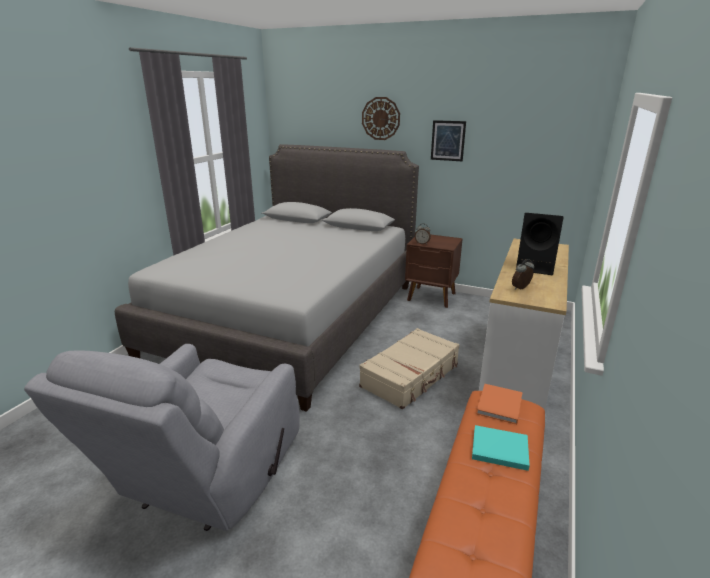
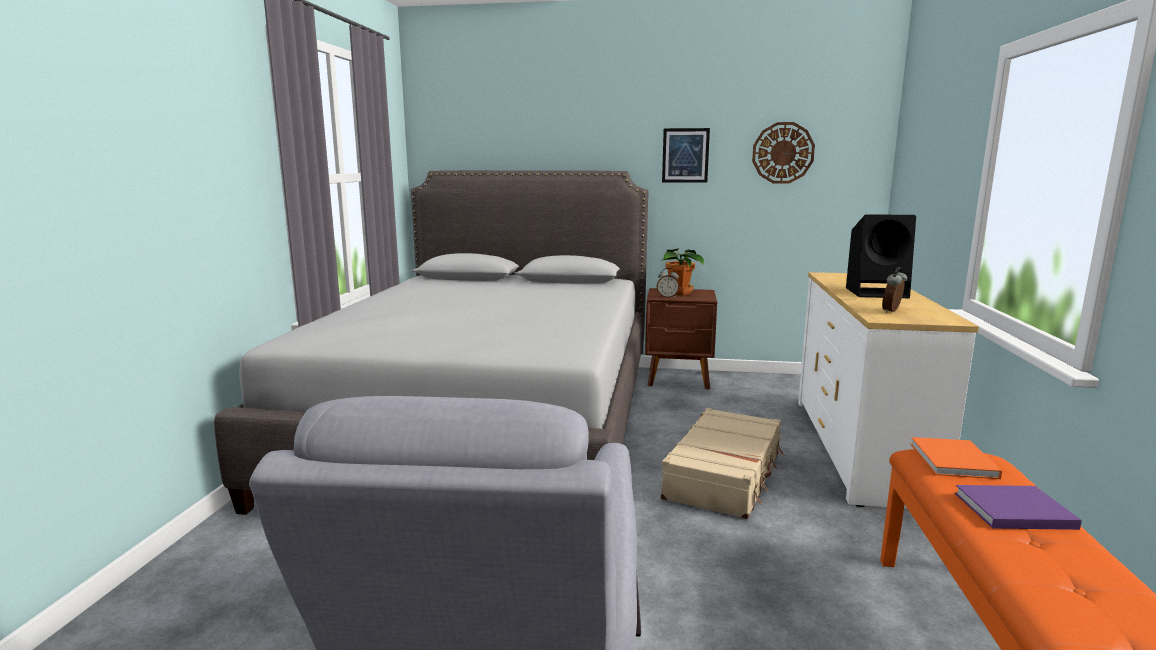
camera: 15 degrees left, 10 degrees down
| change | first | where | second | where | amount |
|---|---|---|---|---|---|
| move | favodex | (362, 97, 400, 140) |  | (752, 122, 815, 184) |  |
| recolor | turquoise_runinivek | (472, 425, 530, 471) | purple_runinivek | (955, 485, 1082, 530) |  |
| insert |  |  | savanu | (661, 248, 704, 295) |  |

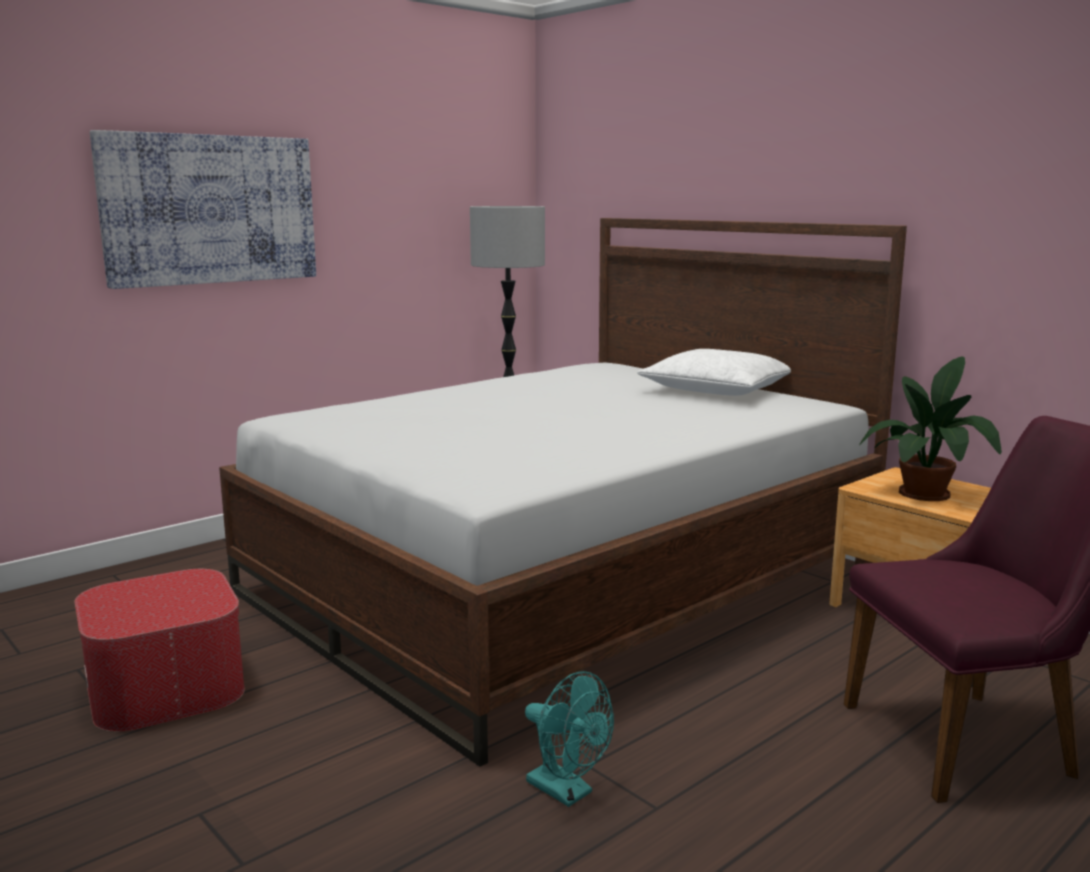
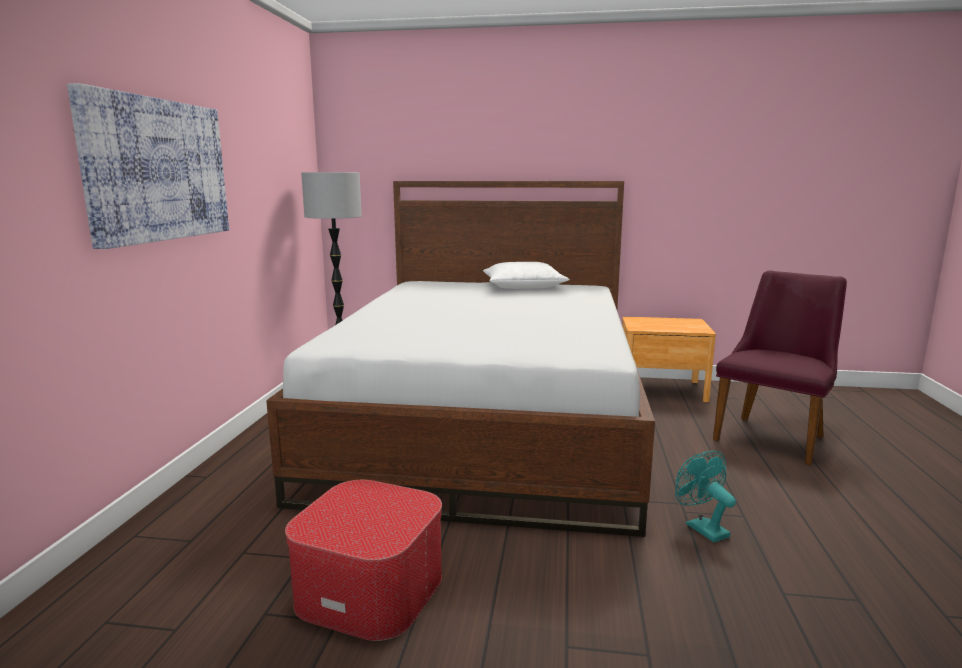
camera: 40 degrees left, 0 degrees up
| change | first | where | second | where | amount |
|---|---|---|---|---|---|
| rotate | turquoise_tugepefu | (525, 671, 614, 807) |  | (675, 450, 736, 542) | 120 degrees counterclockwise |
| delete | savanu | (860, 357, 1002, 501) |  |  |  |

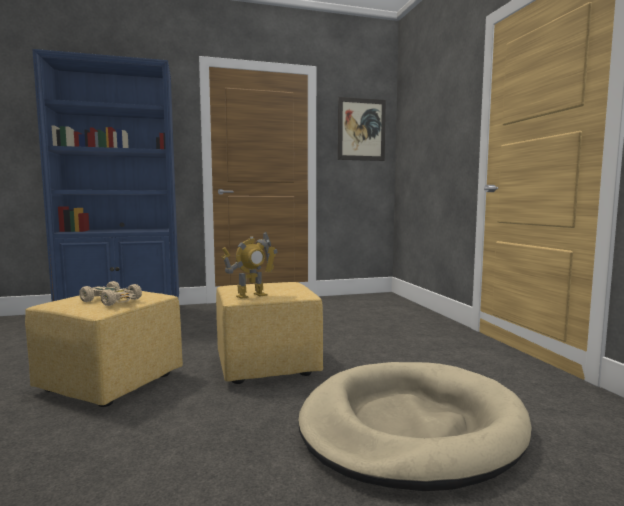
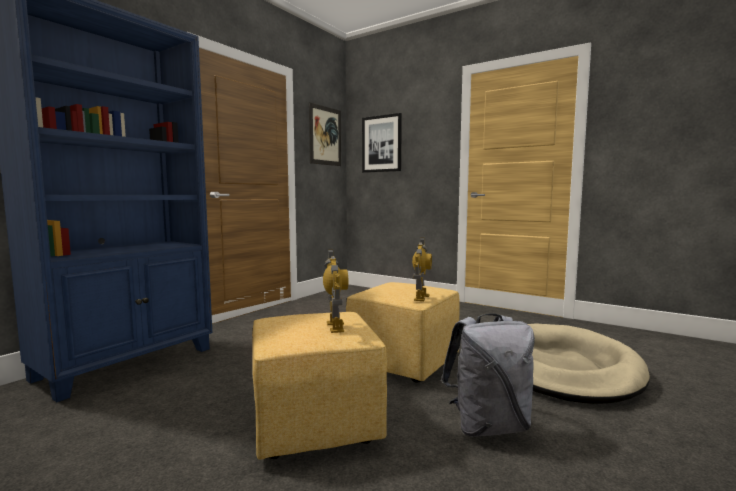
camera: 40 degrees left, 0 degrees up
| change | first | where | second | where | amount |
|---|---|---|---|---|---|
| replace | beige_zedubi | (79, 281, 142, 306) | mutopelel | (323, 249, 349, 333) |  |
| insert |  |  | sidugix | (362, 113, 402, 173) |  |
| insert |  |  | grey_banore | (441, 314, 535, 437) |  |

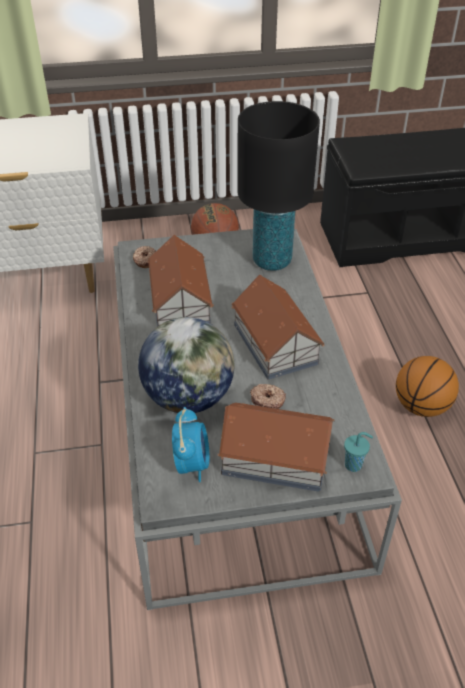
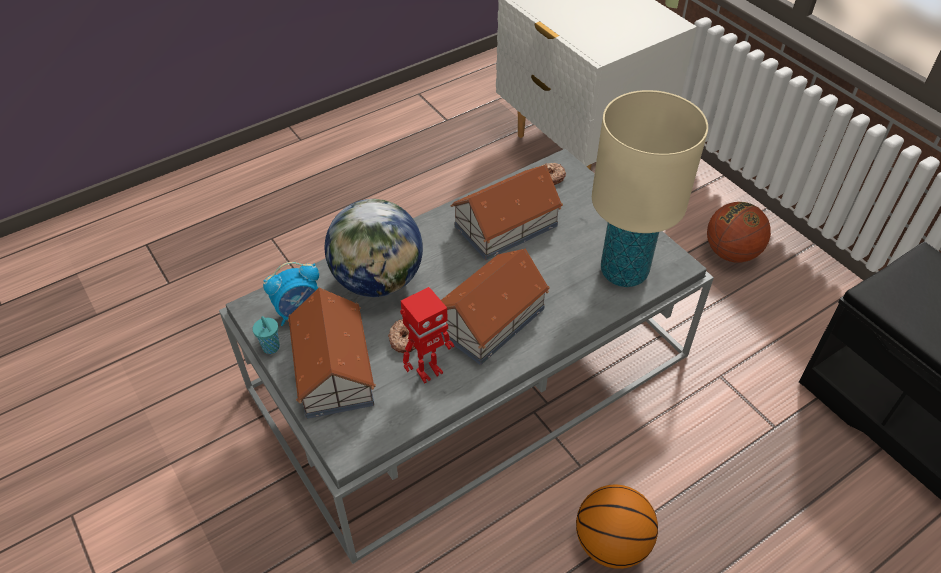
camera: 65 degrees right, 5 degrees up
| change | first | where | second | where | amount |
|---|---|---|---|---|---|
| recolor | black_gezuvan | (238, 101, 320, 271) | beige_gezuvan | (592, 90, 708, 287) |  |
| move | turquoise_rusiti | (344, 432, 373, 472) |  | (253, 316, 280, 354) |  |
| insert |  |  | mutopelel | (400, 287, 454, 384) |  |

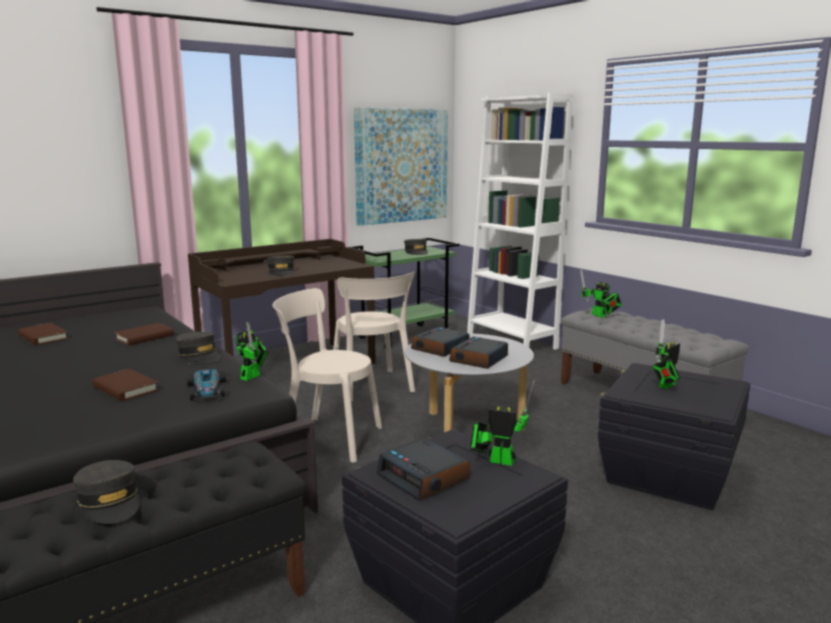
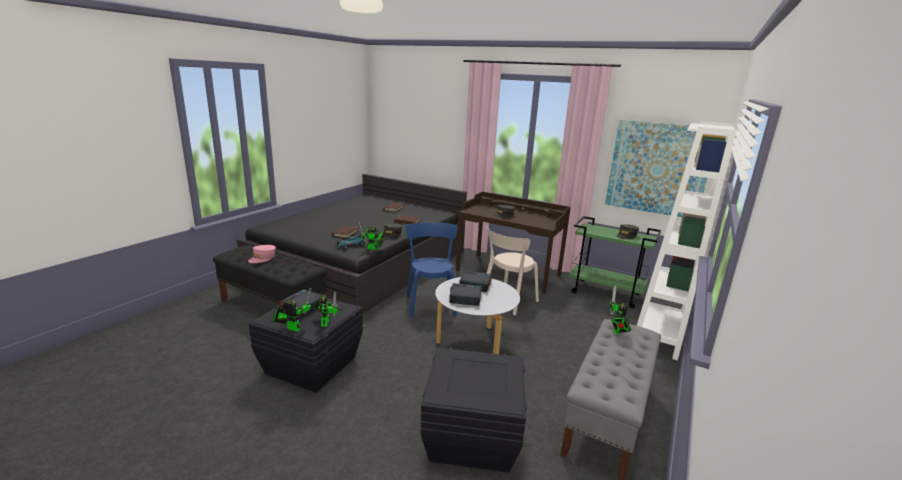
camera: 65 degrees right, 5 degrees up
| change | first | where | second | where | amount |
|---|---|---|---|---|---|
| recolor | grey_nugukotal | (73, 460, 140, 524) | pink_nugukotal | (248, 245, 276, 263) |  |
| recolor | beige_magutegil | (273, 288, 382, 463) | blue_magutegil | (405, 222, 457, 317) |  |
| move | mutopelel | (653, 319, 680, 389) |  | (272, 287, 311, 332) |  |

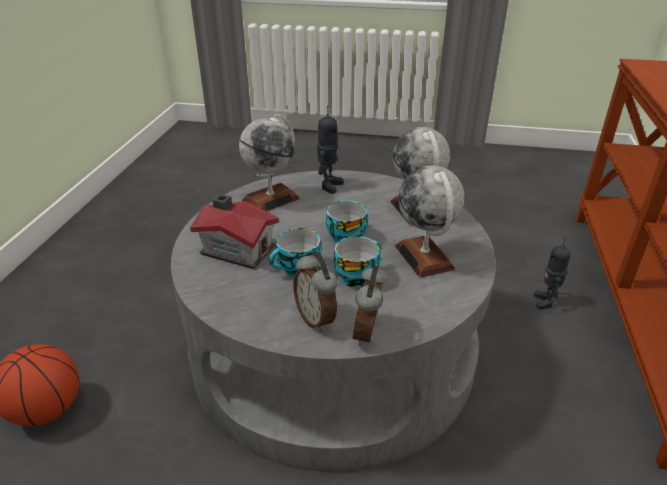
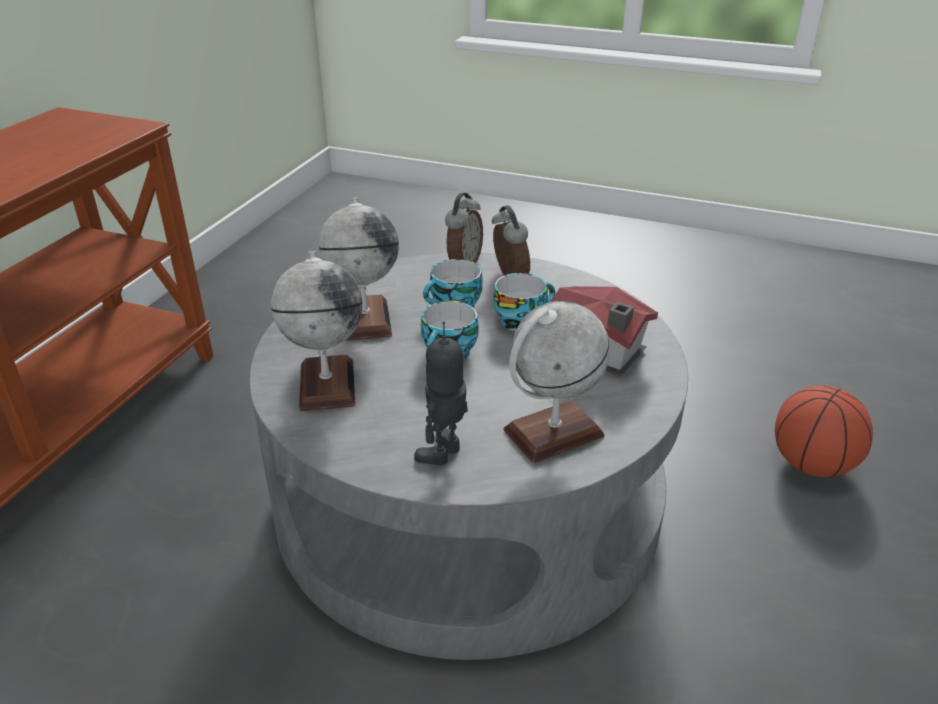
camera: 170 degrees left, 0 degrees up
| change | first | where | second | where | amount |
|---|---|---|---|---|---|
| delete | mutopelel | (534, 238, 570, 309) |  |  |  |

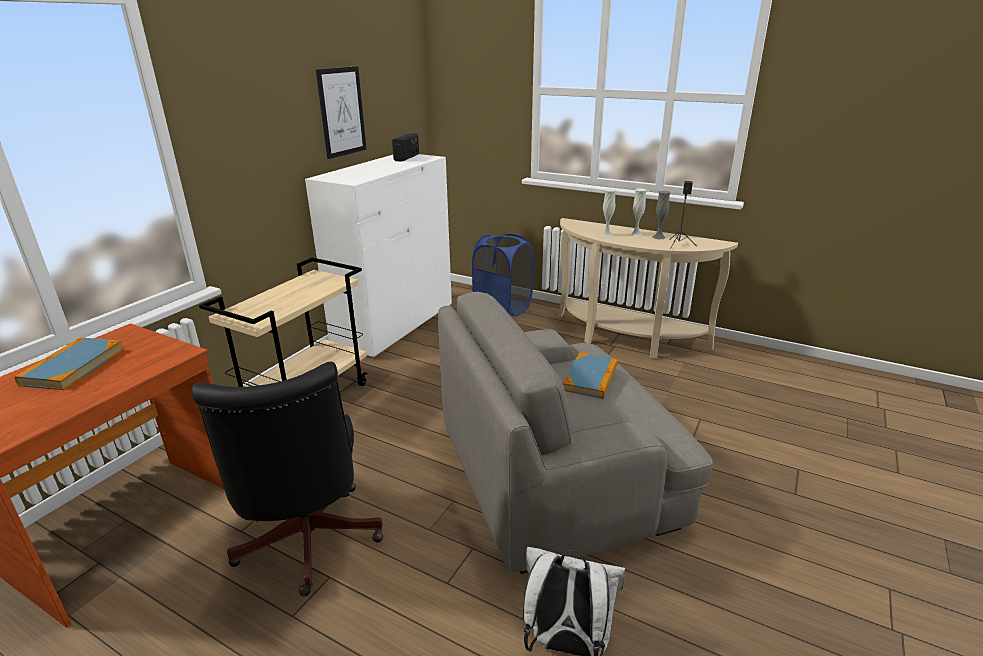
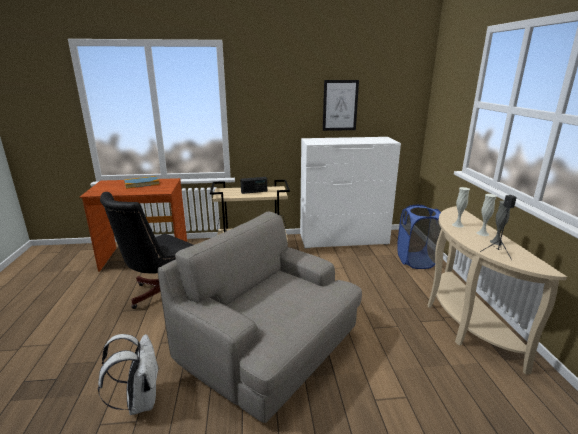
camera: 55 degrees right, 5 degrees down
| change | first | where | second | where | amount |
|---|---|---|---|---|---|
| move | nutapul | (392, 133, 419, 162) |  | (240, 177, 267, 194) |  |
| delete | runinivek | (563, 352, 618, 399) |  |  |  |

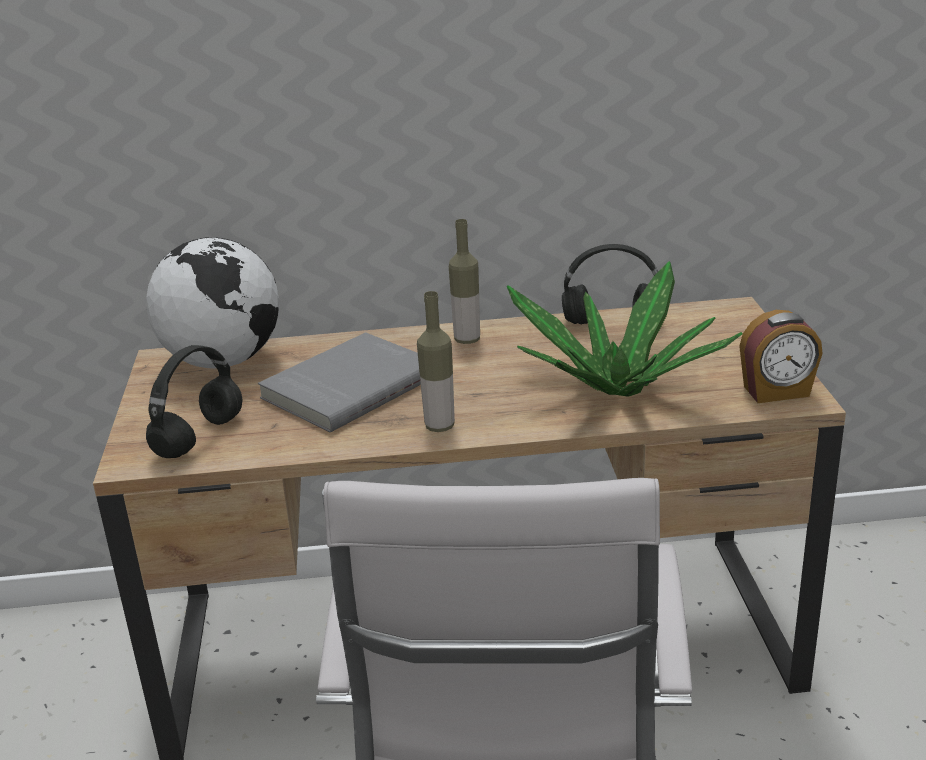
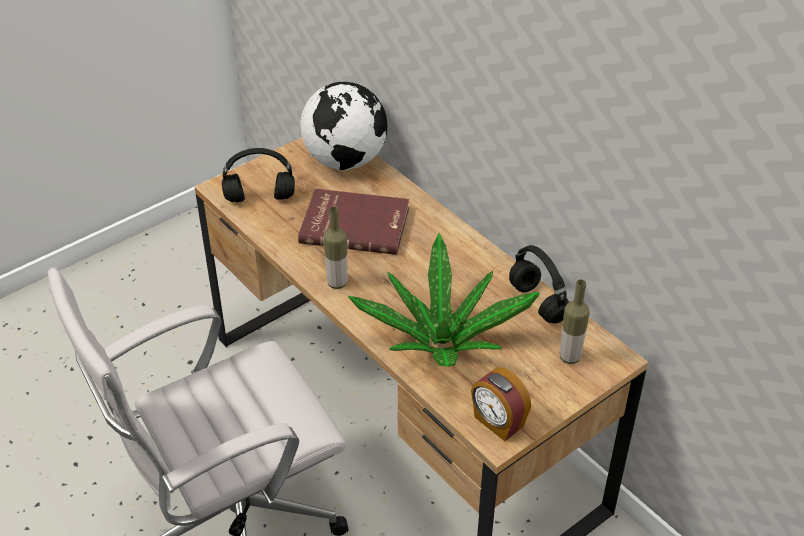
camera: 55 degrees right, 15 degrees up
| change | first | where | second | where | amount |
|---|---|---|---|---|---|
| recolor | grey_runinivek | (258, 332, 421, 433) | red_runinivek | (298, 189, 409, 255) |  |
| move | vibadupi | (449, 219, 480, 344) |  | (559, 280, 590, 364) |  |

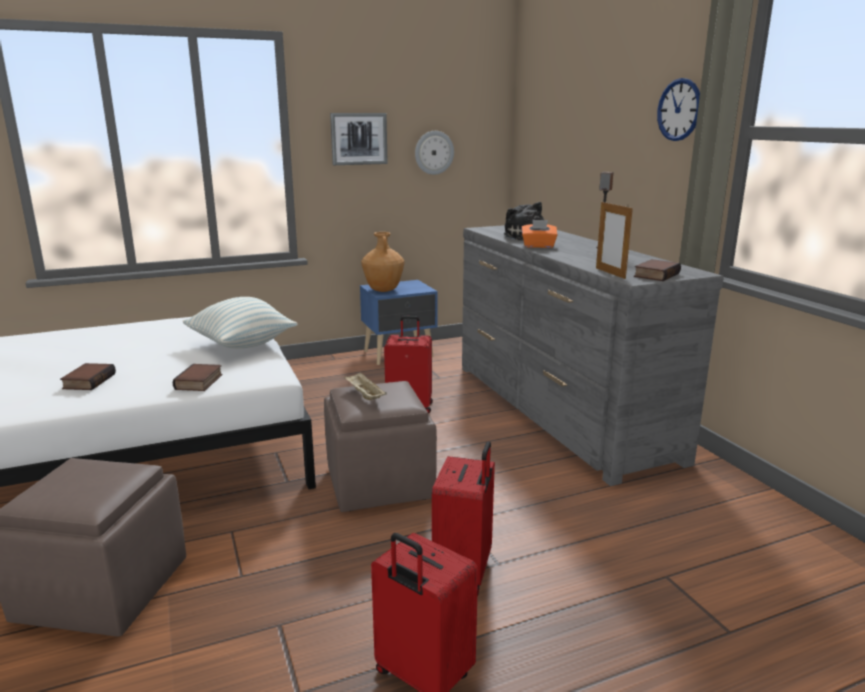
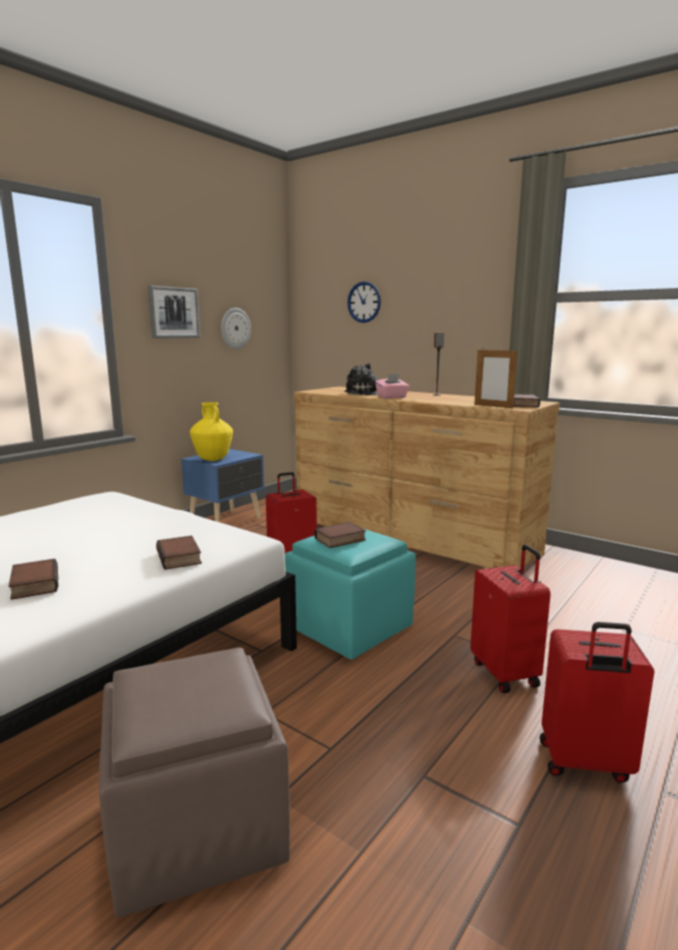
camera: 30 degrees left, 5 degrees down
| change | first | where | second | where | amount |
|---|---|---|---|---|---|
| delete | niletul | (182, 297, 298, 349) |  |  |  |
| recolor | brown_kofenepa | (324, 381, 437, 512) | turquoise_kofenepa | (285, 529, 416, 660) |  |
| replace | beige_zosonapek | (344, 372, 387, 400) | runinivek | (315, 522, 366, 548) |  |
| recolor | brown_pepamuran | (361, 232, 405, 292) | yellow_pepamuran | (190, 402, 233, 461) |  |
| recolor | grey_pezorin | (462, 225, 724, 486) | brown_pezorin | (294, 386, 560, 568) |  |
| recolor | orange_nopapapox | (521, 219, 557, 248) | pink_nopapapox | (375, 374, 409, 398) |  |
| move | favodex | (657, 78, 700, 141) |  | (347, 281, 381, 323) |  |

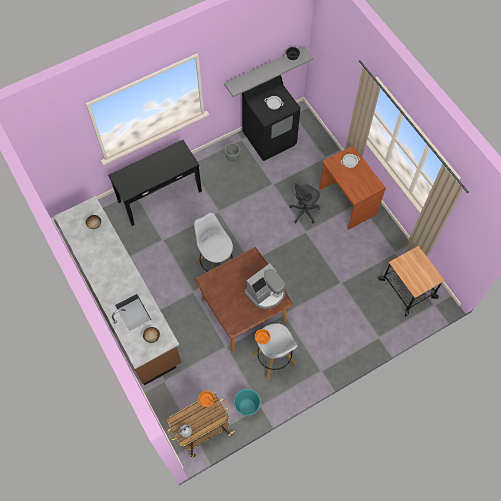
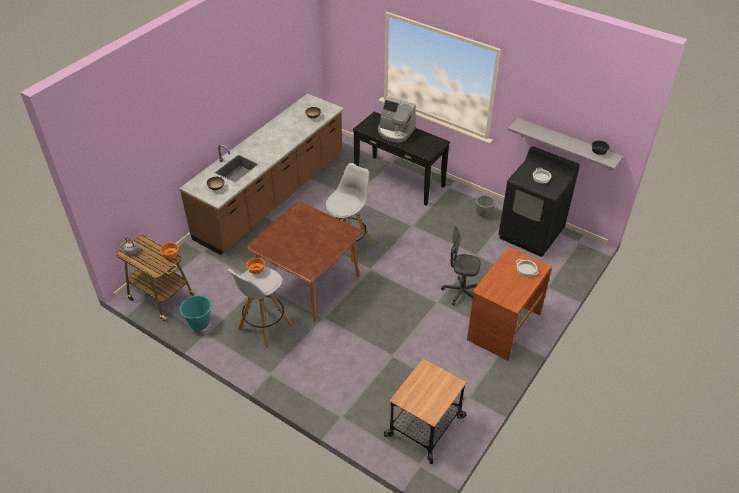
camera: 65 degrees right, 20 degrees down
| change | first | where | second | where | amount |
|---|---|---|---|---|---|
| move | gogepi | (245, 263, 285, 309) |  | (378, 97, 416, 142) |  |

